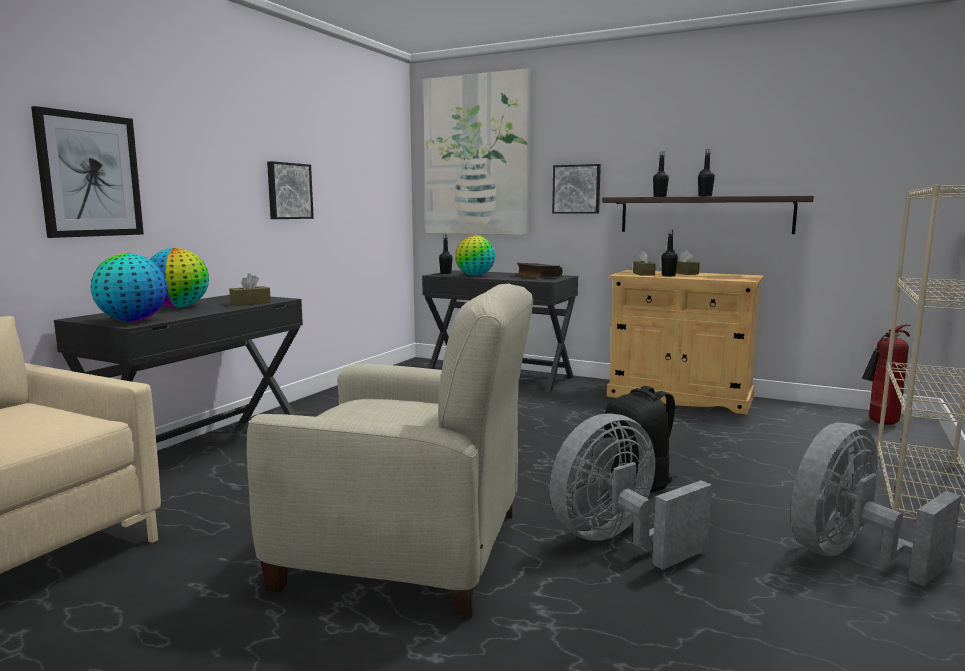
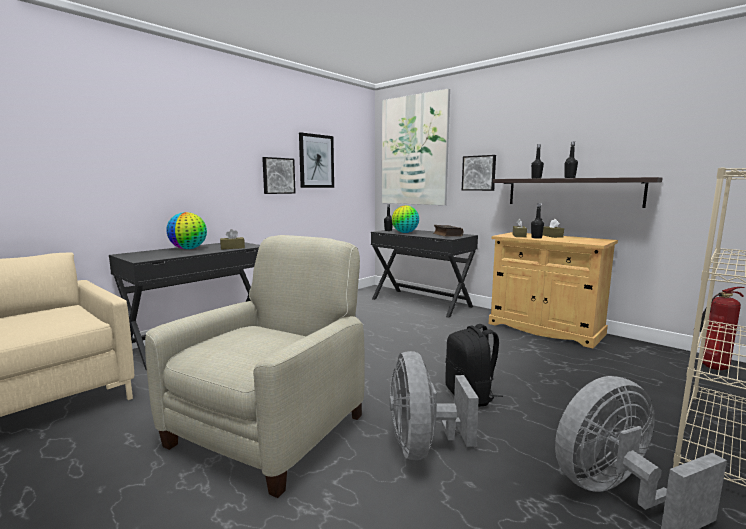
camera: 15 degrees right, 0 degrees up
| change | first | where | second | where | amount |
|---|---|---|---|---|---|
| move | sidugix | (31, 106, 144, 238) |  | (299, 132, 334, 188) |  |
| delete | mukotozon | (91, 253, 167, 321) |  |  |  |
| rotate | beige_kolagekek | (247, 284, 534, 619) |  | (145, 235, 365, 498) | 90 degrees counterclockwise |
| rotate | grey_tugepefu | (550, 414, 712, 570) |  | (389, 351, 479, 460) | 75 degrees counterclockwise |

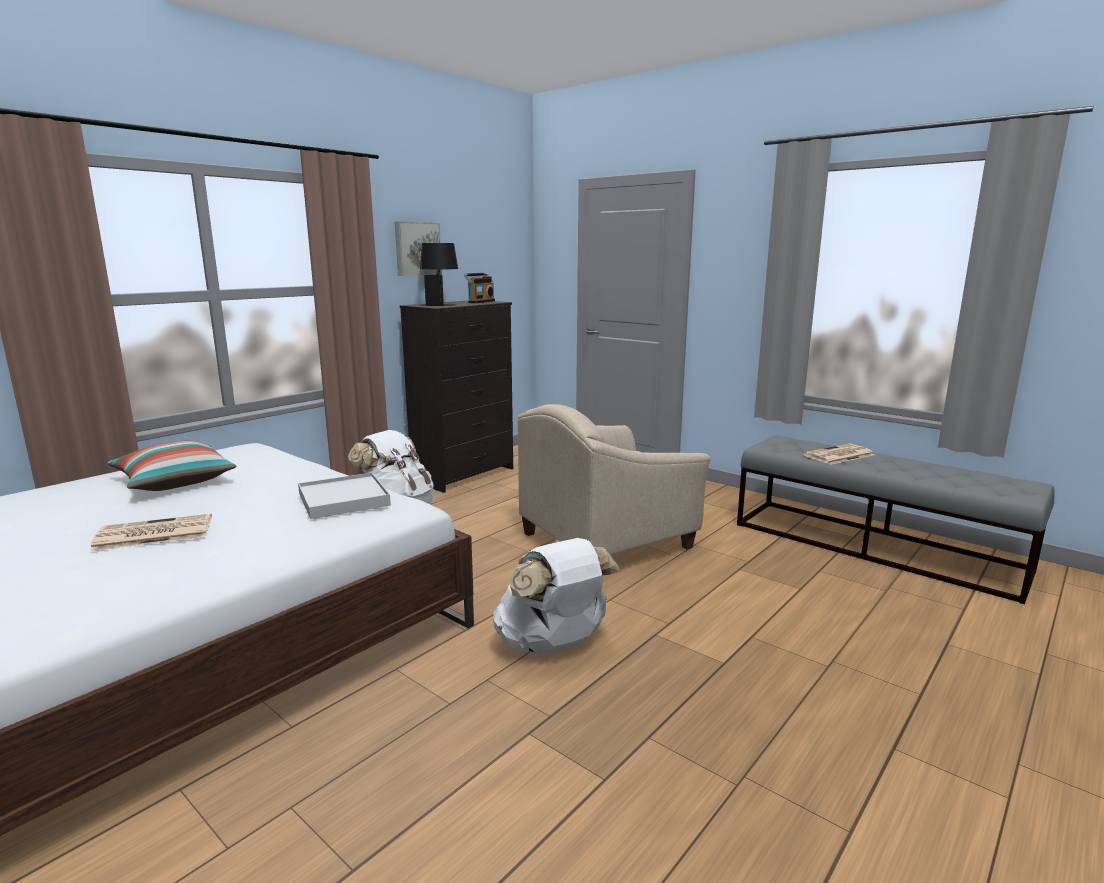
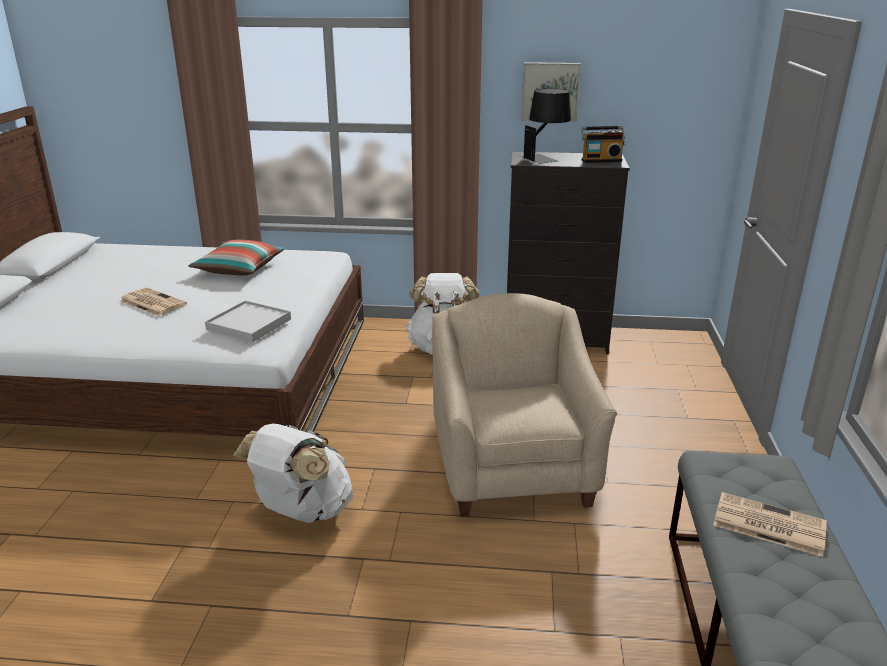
camera: 55 degrees right, 10 degrees up
| change | first | where | second | where | amount |
|---|---|---|---|---|---|
| rotate | beige_kolagekek | (518, 404, 710, 555) |  | (432, 293, 617, 517) | 60 degrees clockwise |

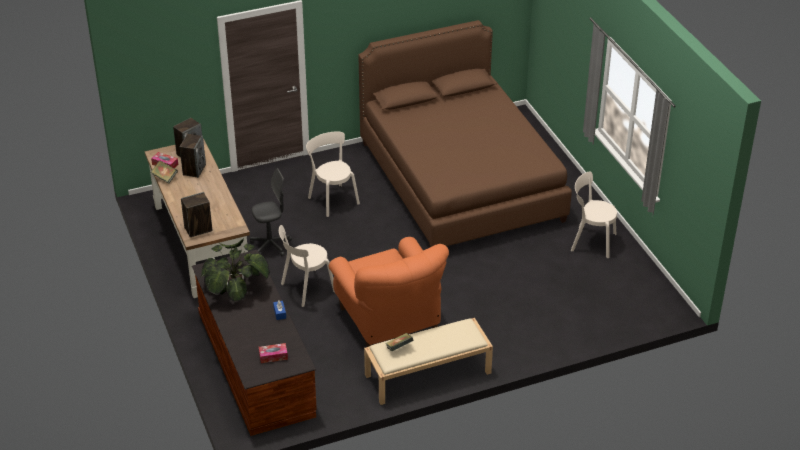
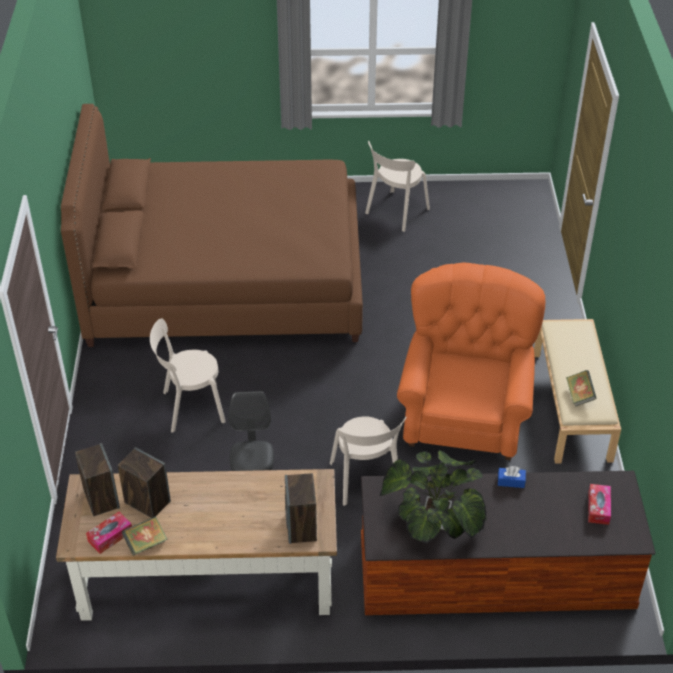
camera: 70 degrees left, 5 degrees up
| change | first | where | second | where | amount |
|---|---|---|---|---|---|
| rotate | orange_kolagekek | (329, 237, 449, 347) |  | (397, 263, 545, 460) | 75 degrees counterclockwise |

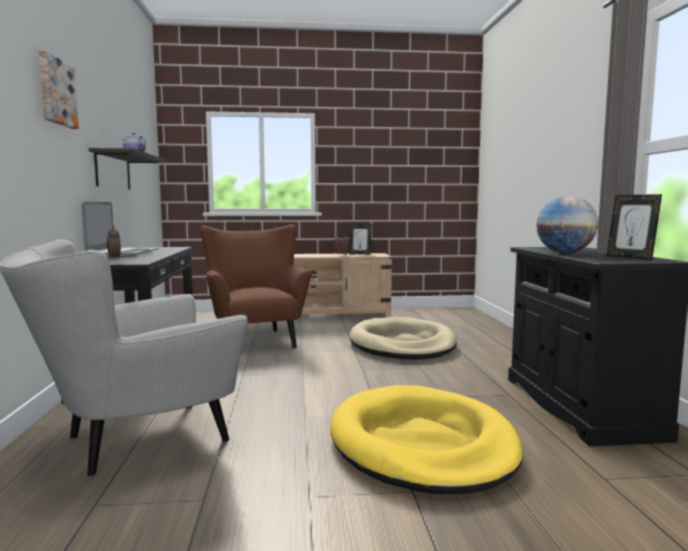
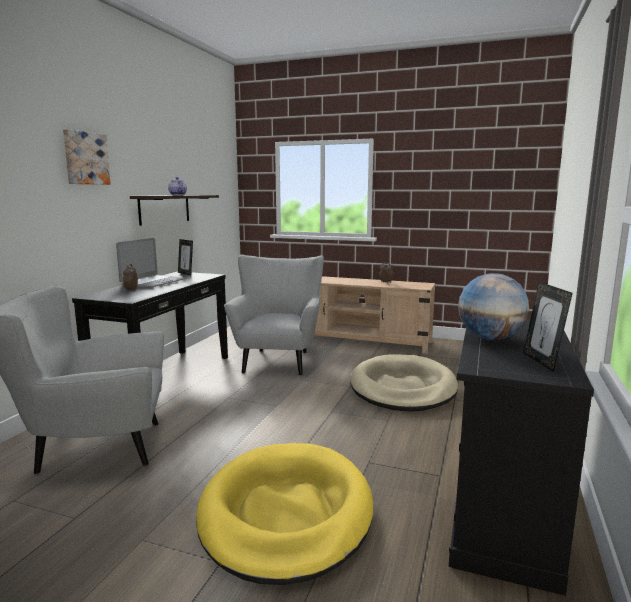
camera: 25 degrees right, 5 degrees up
| change | first | where | second | where | amount |
|---|---|---|---|---|---|
| recolor | brown_kolagekek | (201, 224, 312, 348) | grey_kolagekek | (224, 255, 324, 376) |  |
| move | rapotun | (349, 224, 372, 255) |  | (178, 239, 193, 275) |  |

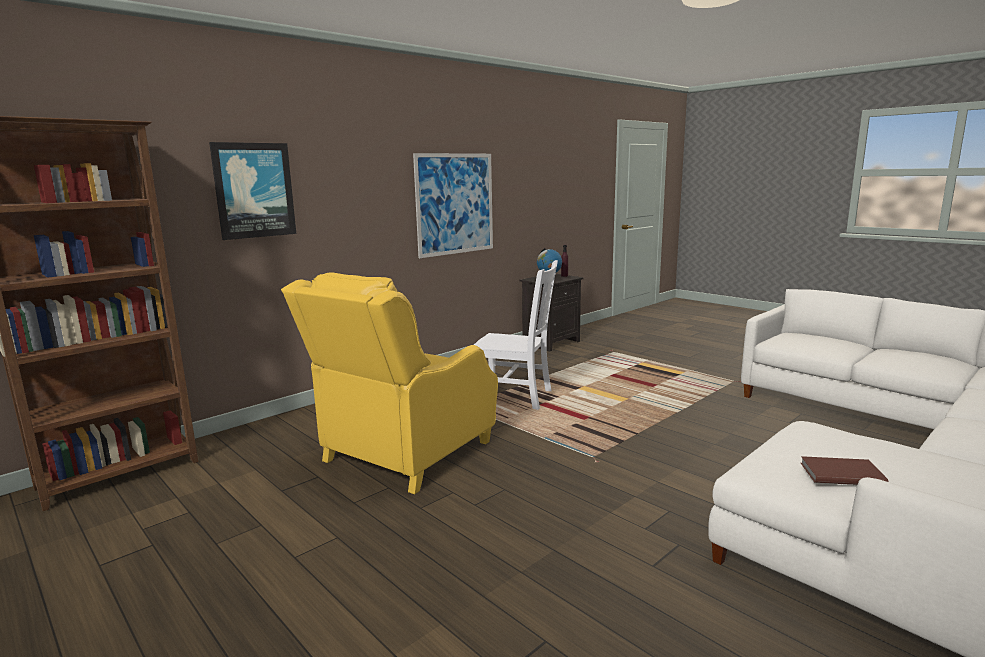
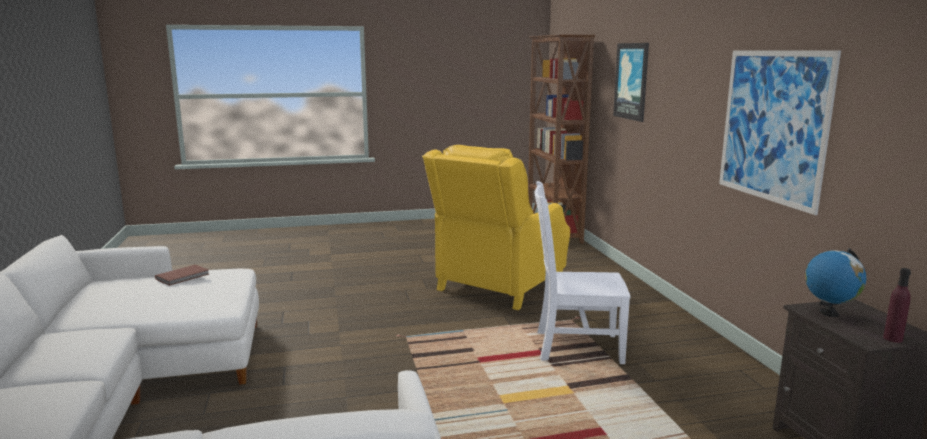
camera: 120 degrees right, 0 degrees up
| change | first | where | second | where | amount |
|---|---|---|---|---|---|
| rotate | yellow_kolagekek | (281, 272, 498, 494) |  | (422, 145, 570, 310) | 120 degrees counterclockwise |
| rotate | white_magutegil | (474, 260, 558, 410) |  | (535, 181, 631, 364) | 45 degrees clockwise |

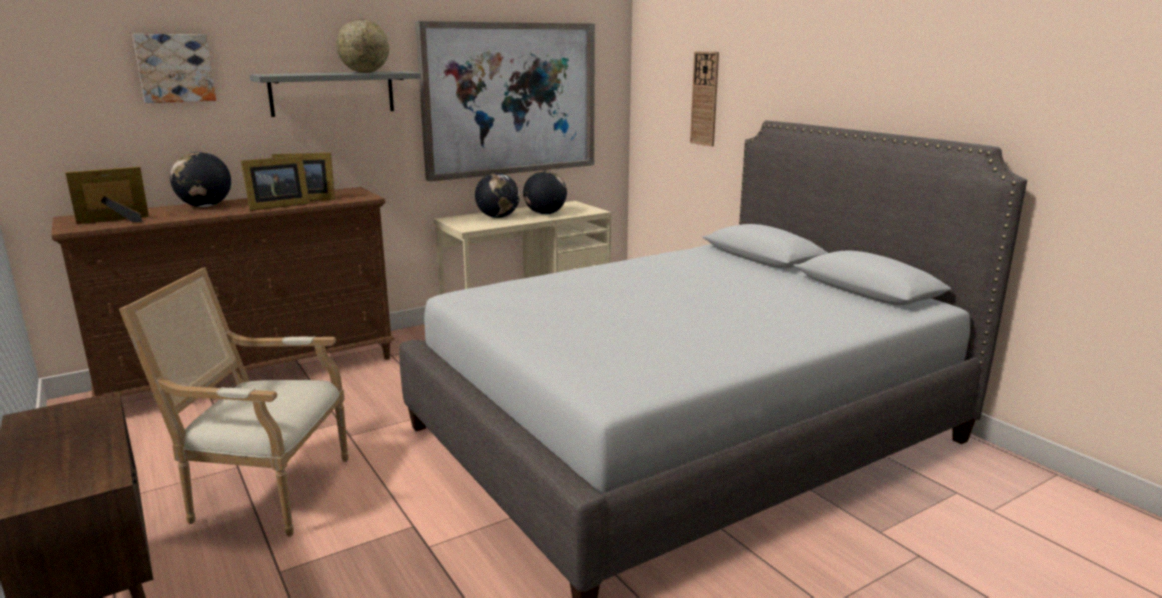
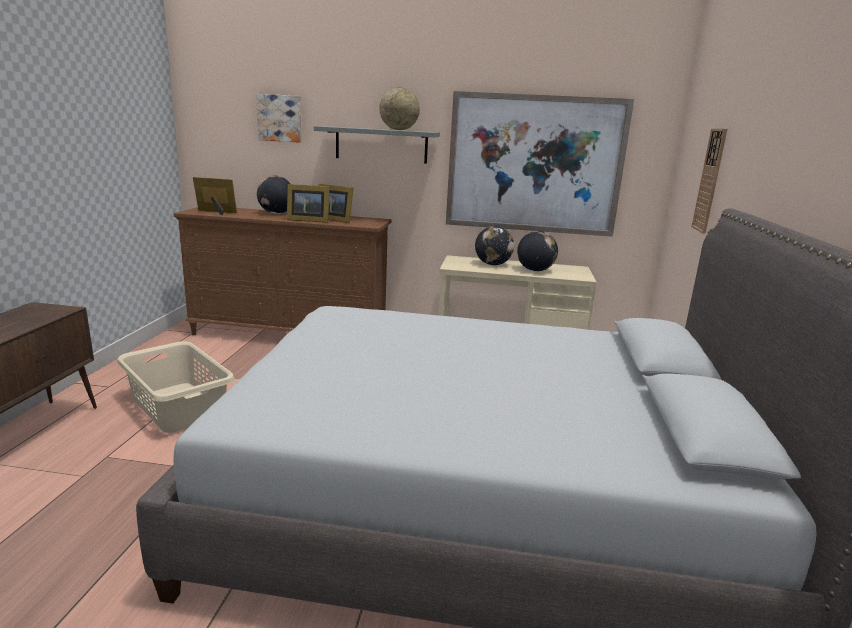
camera: 40 degrees right, 0 degrees up
| change | first | where | second | where | amount |
|---|---|---|---|---|---|
| replace | kolagekek | (119, 267, 348, 537) | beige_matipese | (117, 341, 235, 433) |  |

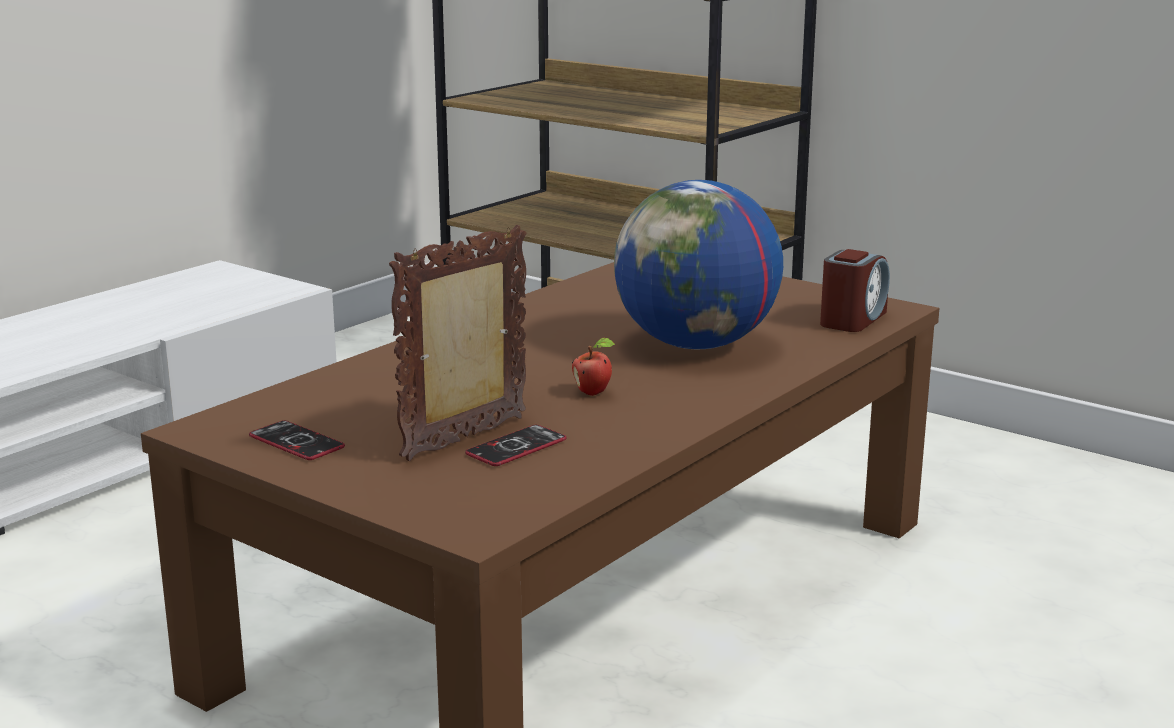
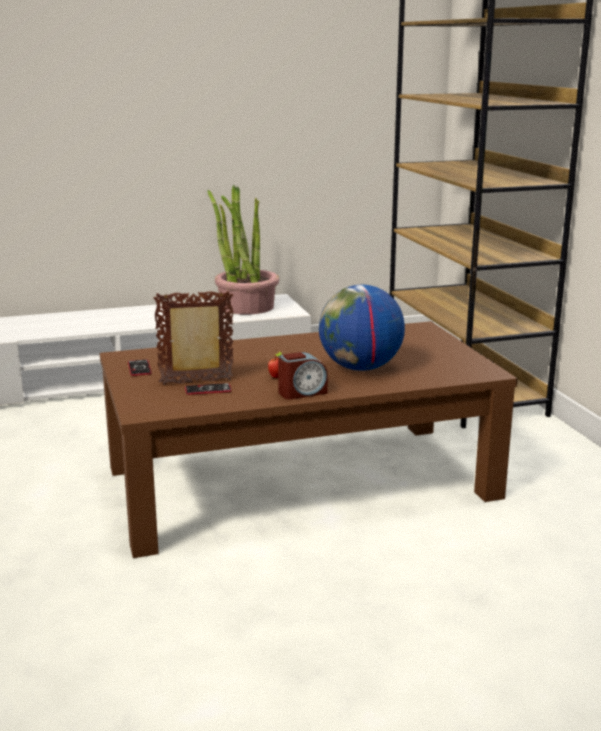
camera: 35 degrees right, 0 degrees up
| change | first | where | second | where | amount |
|---|---|---|---|---|---|
| move | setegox | (820, 249, 890, 332) |  | (278, 352, 328, 399) |  |
| insert |  |  | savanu | (207, 185, 279, 315) |  |

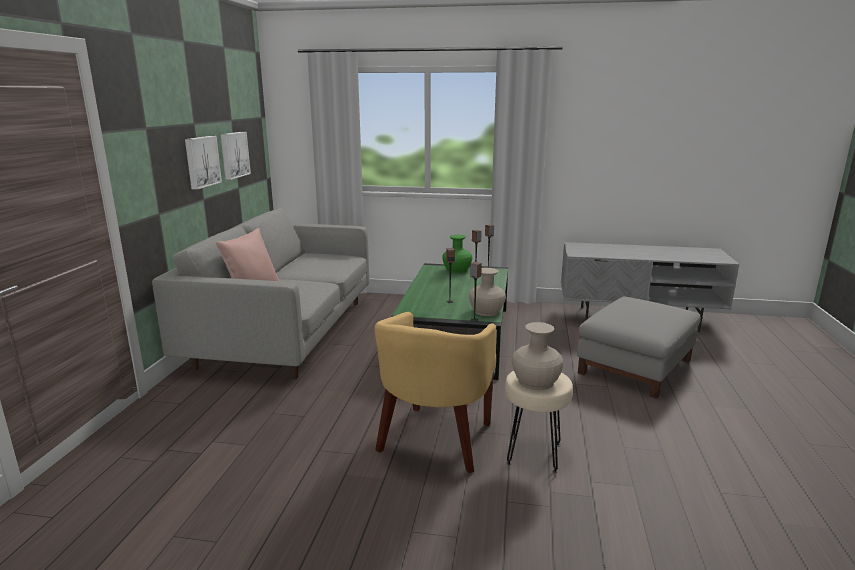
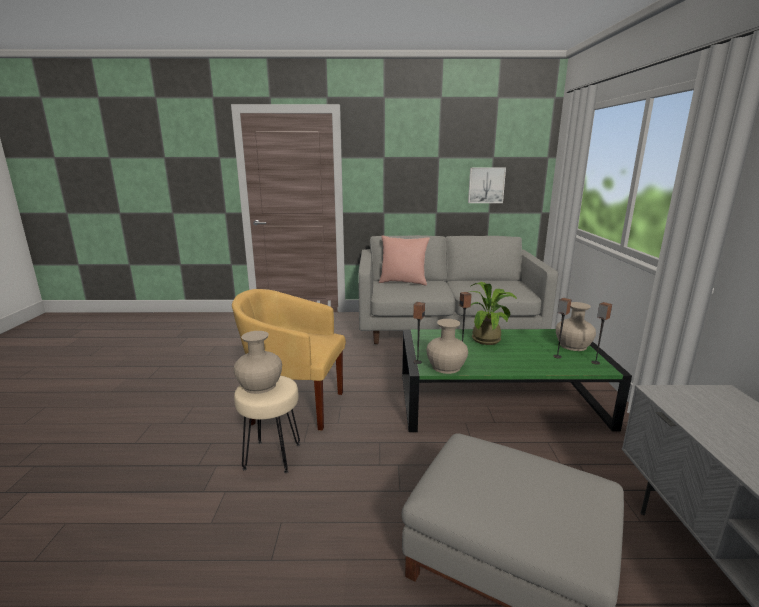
camera: 80 degrees right, 0 degrees up
| change | first | where | second | where | amount |
|---|---|---|---|---|---|
| delete | sidugix | (185, 136, 222, 189) |  |  |  |
| recolor | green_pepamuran | (442, 235, 472, 273) | beige_pepamuran | (556, 302, 596, 351) |  |
| insert |  |  | savanu | (469, 282, 517, 345) |  |

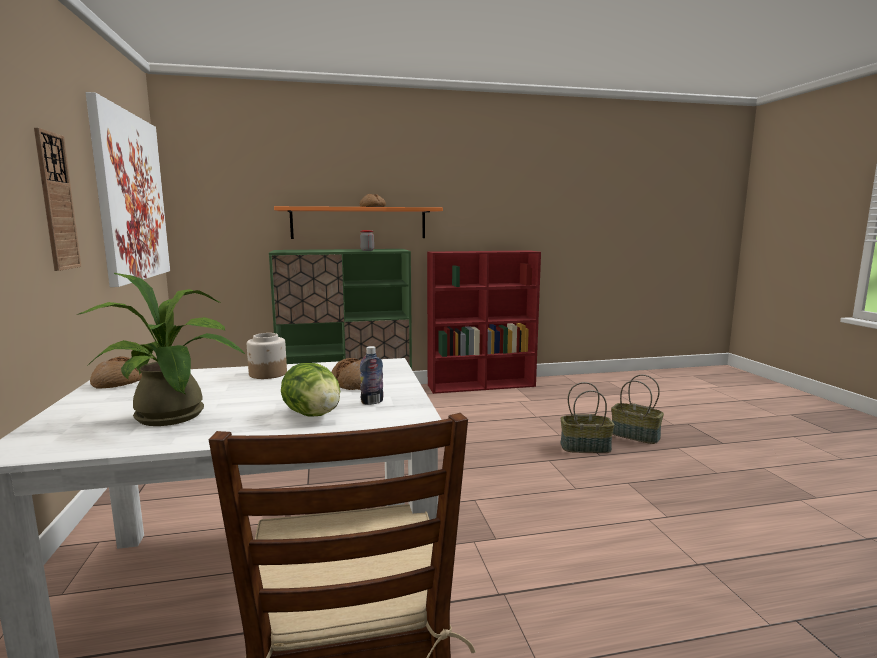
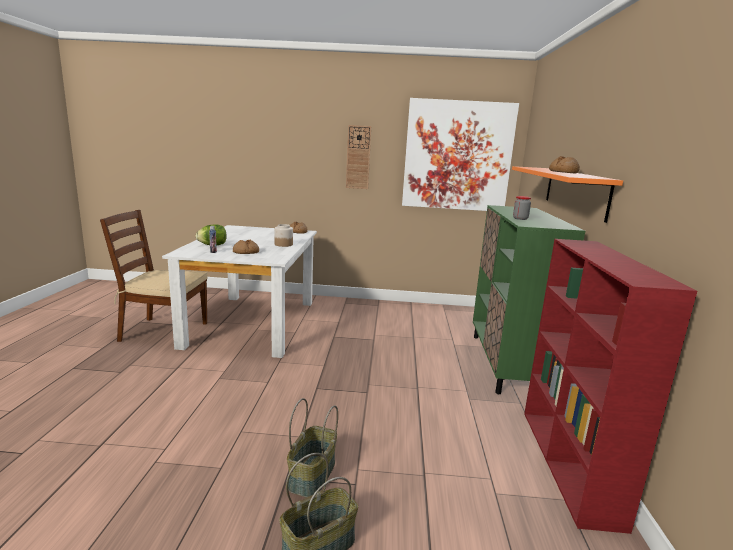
camera: 105 degrees right, 5 degrees up
| change | first | where | second | where | amount |
|---|---|---|---|---|---|
| delete | savanu | (77, 273, 245, 426) |  |  |  |

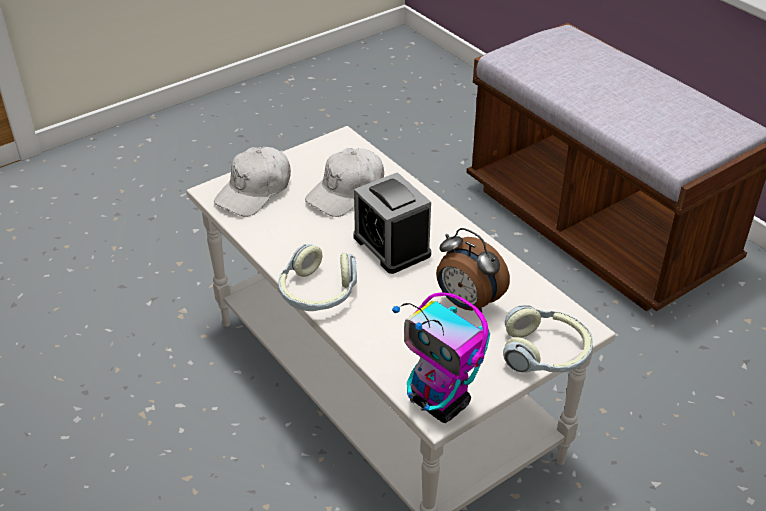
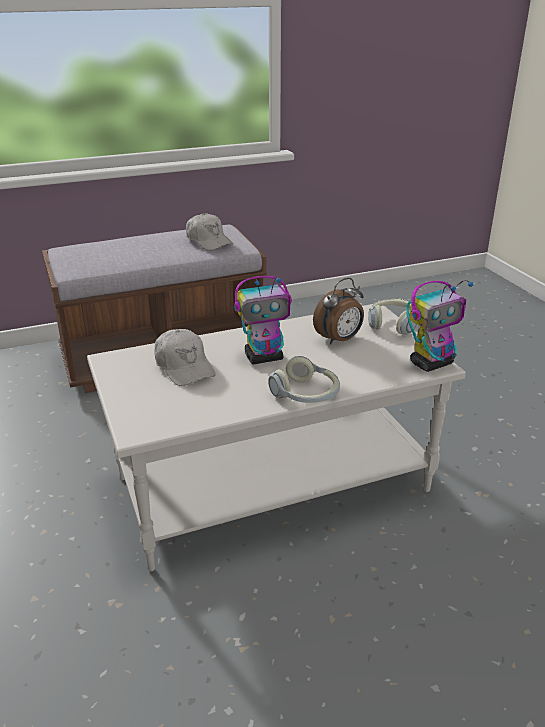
camera: 75 degrees left, 10 degrees down
| change | first | where | second | where | amount |
|---|---|---|---|---|---|
| move | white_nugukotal | (214, 147, 291, 216) |  | (186, 213, 233, 251) |  |
| replace | setegox | (353, 172, 431, 274) | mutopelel | (234, 276, 292, 364) |  |

